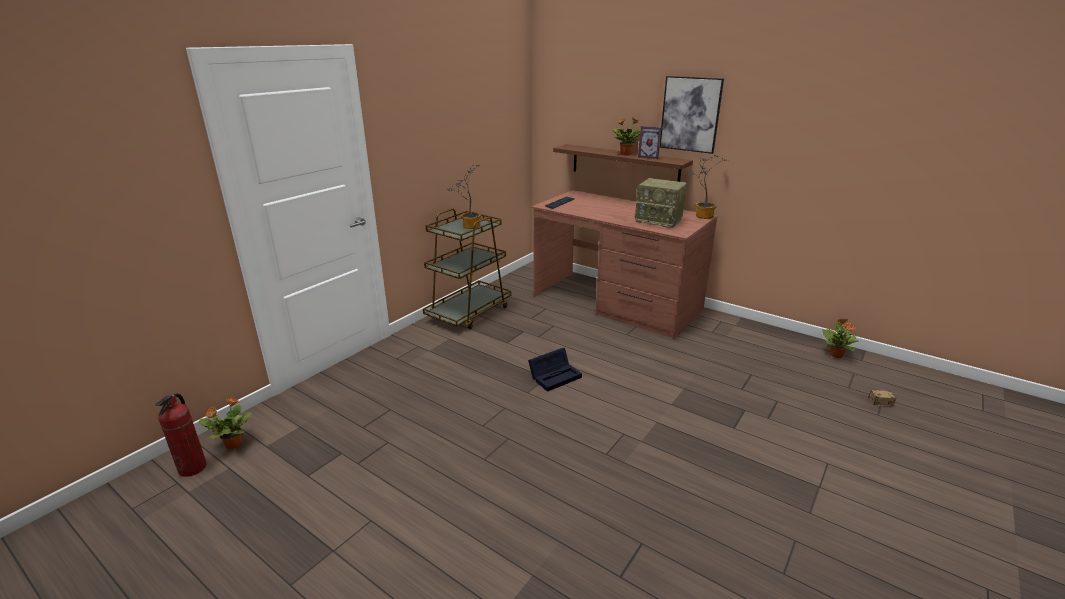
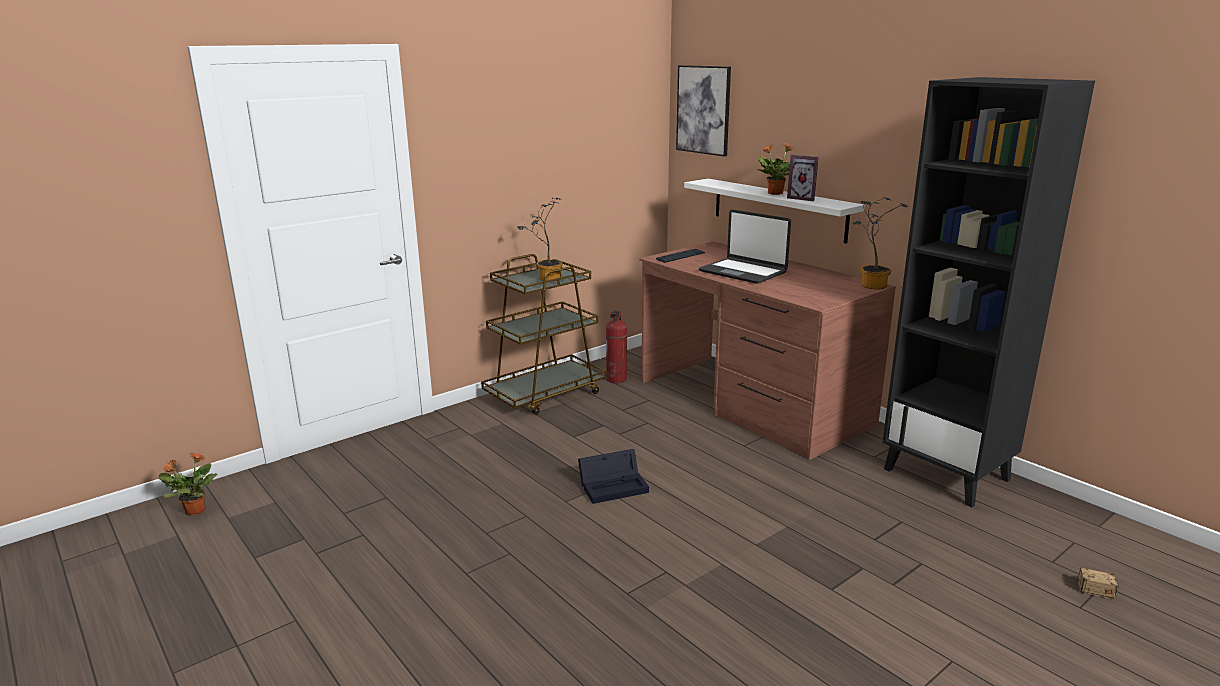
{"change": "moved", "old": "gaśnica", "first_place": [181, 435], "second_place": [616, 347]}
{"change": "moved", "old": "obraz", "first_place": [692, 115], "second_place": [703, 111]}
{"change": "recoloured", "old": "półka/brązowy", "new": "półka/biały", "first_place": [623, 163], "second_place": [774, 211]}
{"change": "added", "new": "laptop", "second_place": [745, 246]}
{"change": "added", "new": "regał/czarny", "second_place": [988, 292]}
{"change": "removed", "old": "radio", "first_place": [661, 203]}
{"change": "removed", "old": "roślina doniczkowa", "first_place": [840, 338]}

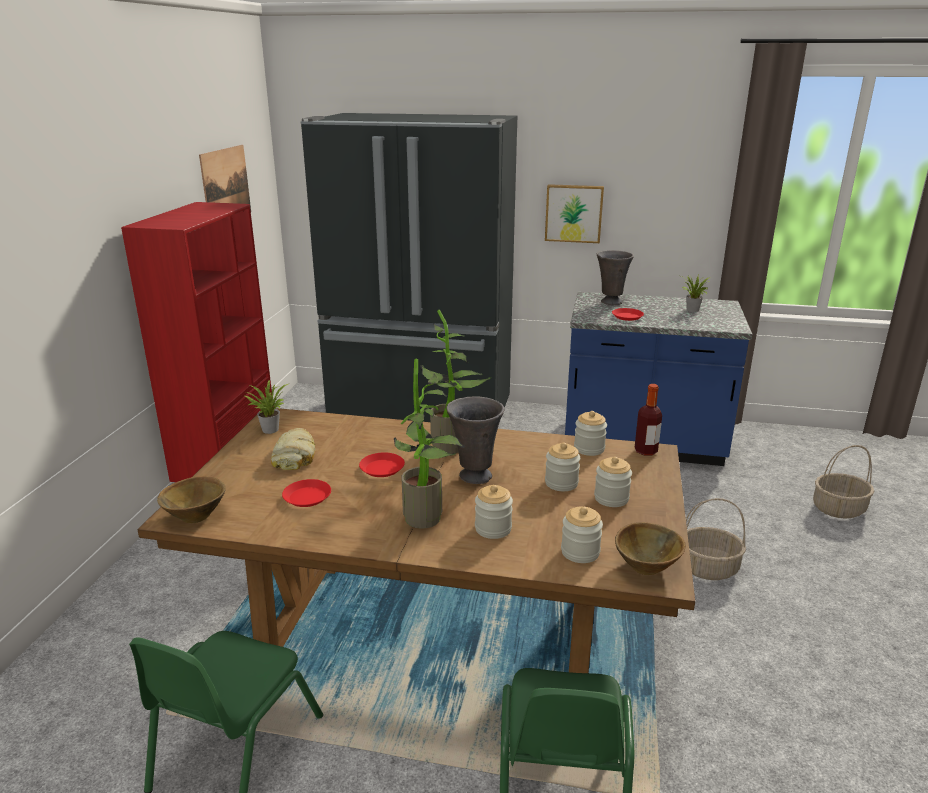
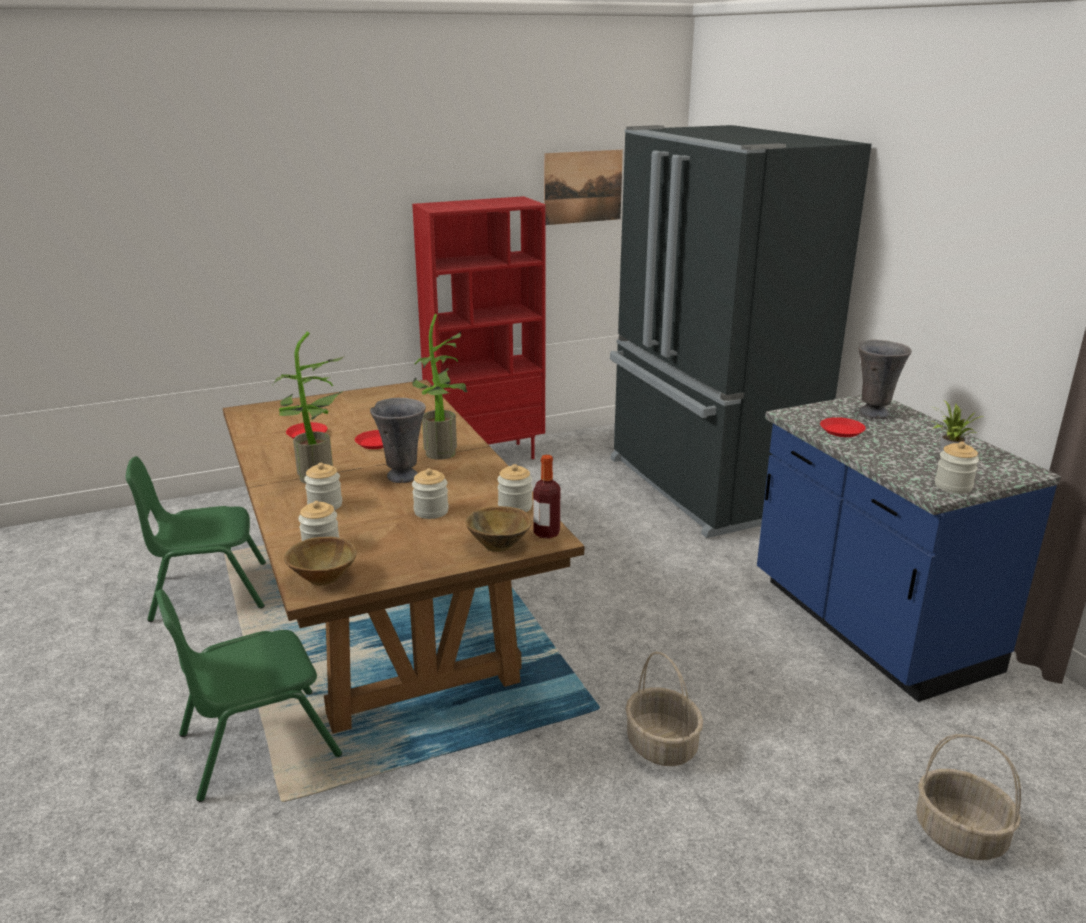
{"change": "moved", "old": "miska/brązowy", "first_place": [191, 499], "second_place": [499, 529]}
{"change": "moved", "old": "słoik", "first_place": [613, 482], "second_place": [957, 467]}
{"change": "removed", "old": "roślina doniczkowa", "first_place": [265, 407]}
{"change": "removed", "old": "chleb", "first_place": [293, 449]}
{"change": "removed", "old": "obraz", "first_place": [574, 213]}

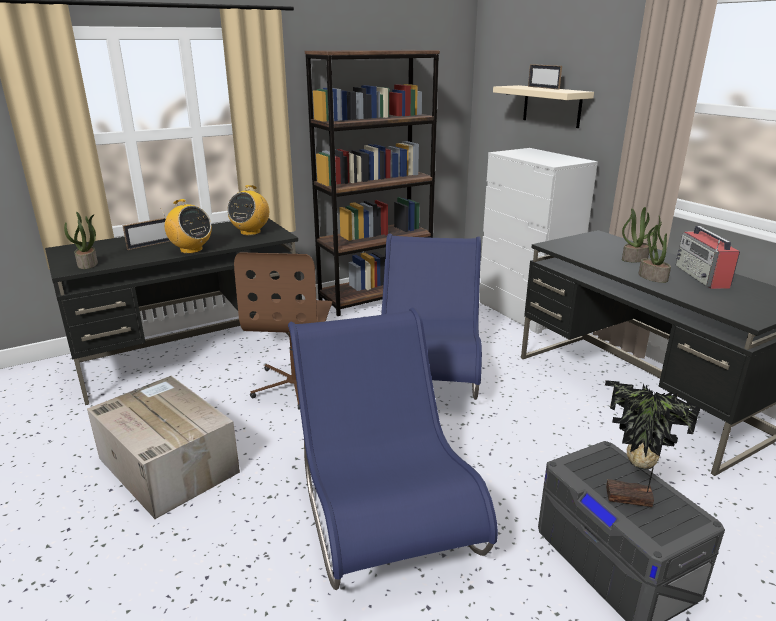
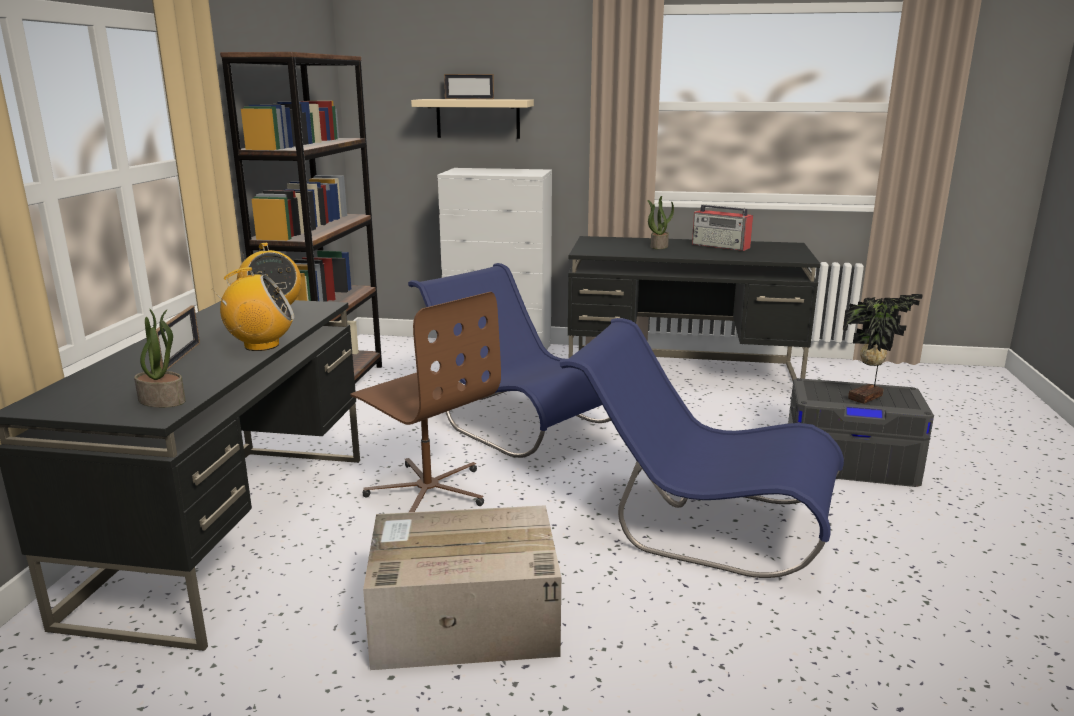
{"change": "removed", "old": "roślina doniczkowa", "first_place": [654, 252]}

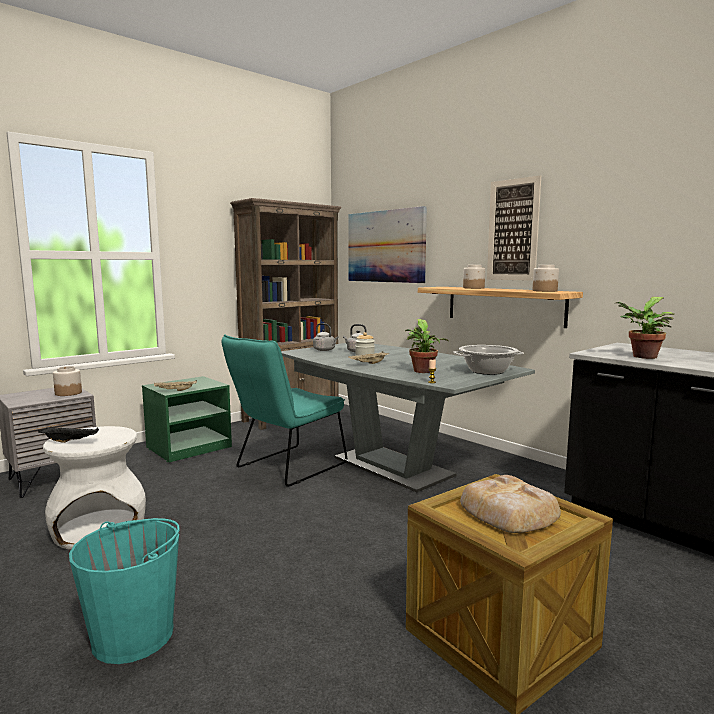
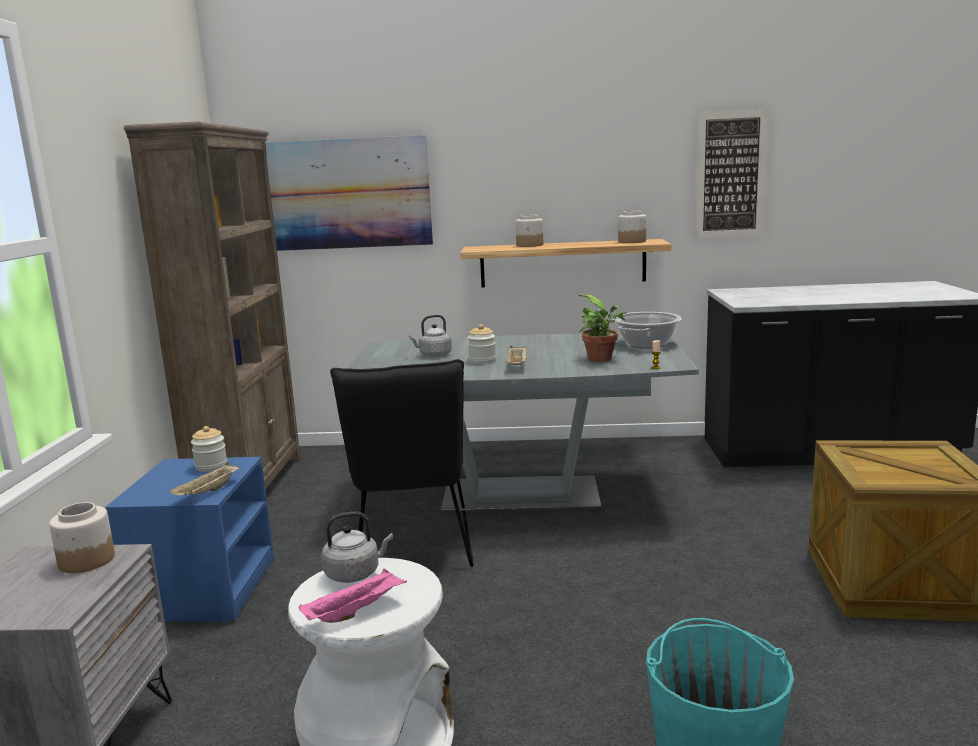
{"change": "recoloured", "old": "szafka nocna/zielony", "new": "szafka nocna/niebieski", "first_place": [187, 419], "second_place": [189, 540]}
{"change": "added", "new": "słoik", "second_place": [209, 449]}
{"change": "recoloured", "old": "taca/czarny", "new": "taca/różowy", "first_place": [68, 435], "second_place": [353, 596]}
{"change": "moved", "old": "czajnik/szary", "first_place": [326, 337], "second_place": [357, 547]}
{"change": "recoloured", "old": "krzesło/turkusowy", "new": "krzesło/czarny", "first_place": [285, 411], "second_place": [402, 463]}
{"change": "moved", "old": "obraz", "first_place": [514, 228], "second_place": [732, 174]}
{"change": "removed", "old": "chleb", "first_place": [510, 504]}
{"change": "removed", "old": "roślina doniczkowa", "first_place": [645, 328]}

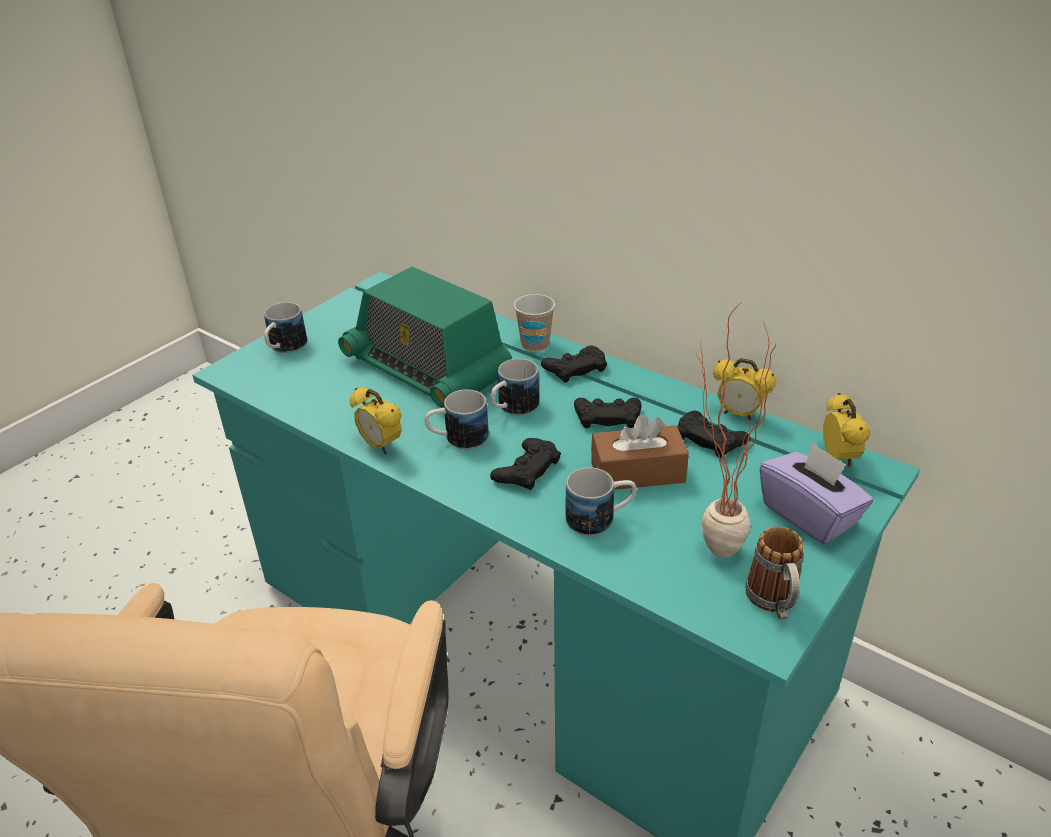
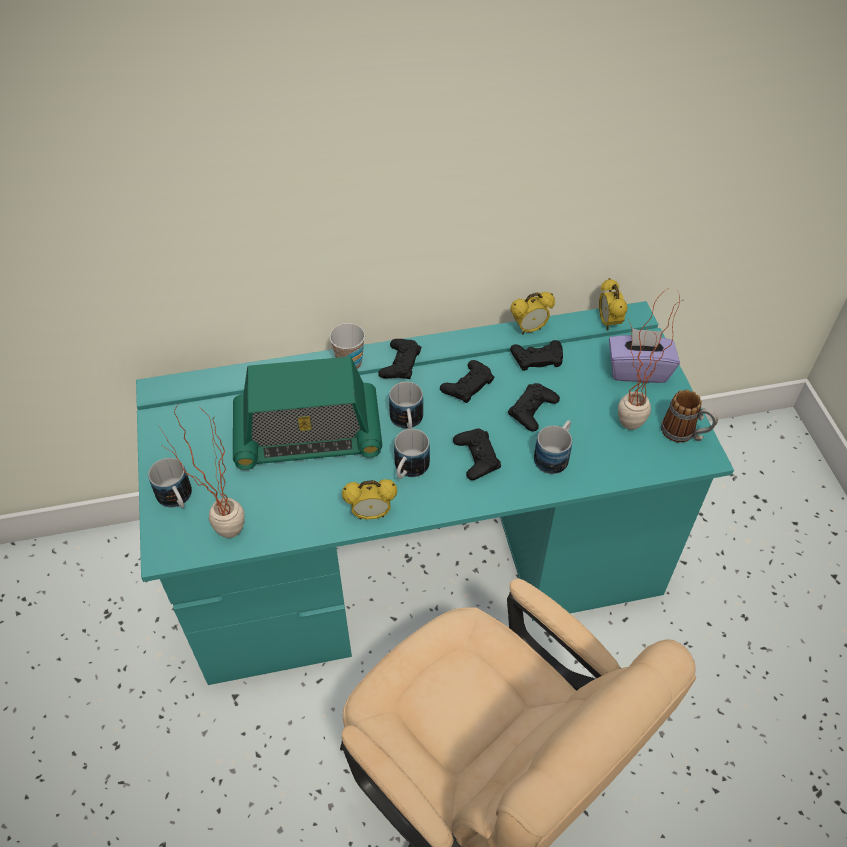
{"change": "added", "new": "roślina doniczkowa", "second_place": [202, 470]}
{"change": "replaced", "old": "pudełko chusteczek/brązowy", "new": "pad do gier/czarny", "first_place": [640, 452], "second_place": [534, 407]}
{"change": "turned", "old": "budzik", "first_place": [846, 430], "second_place": [613, 304], "degrees": -135}

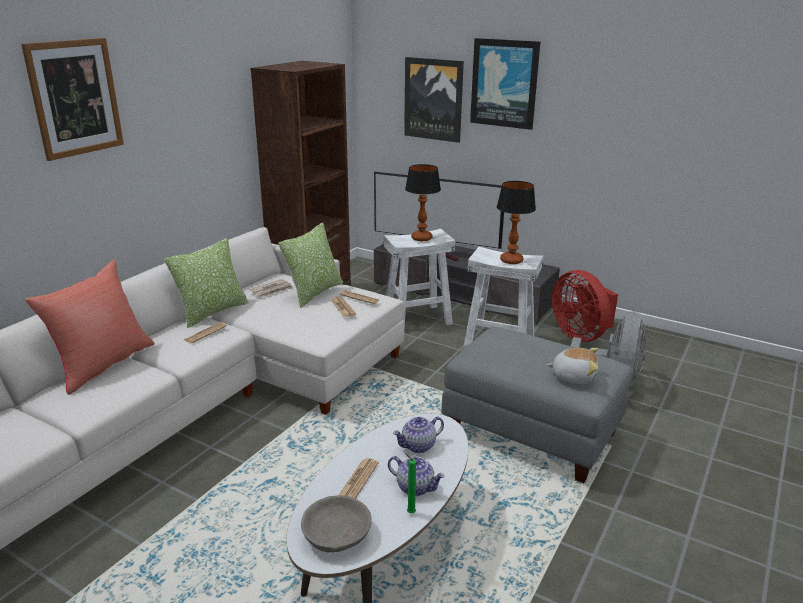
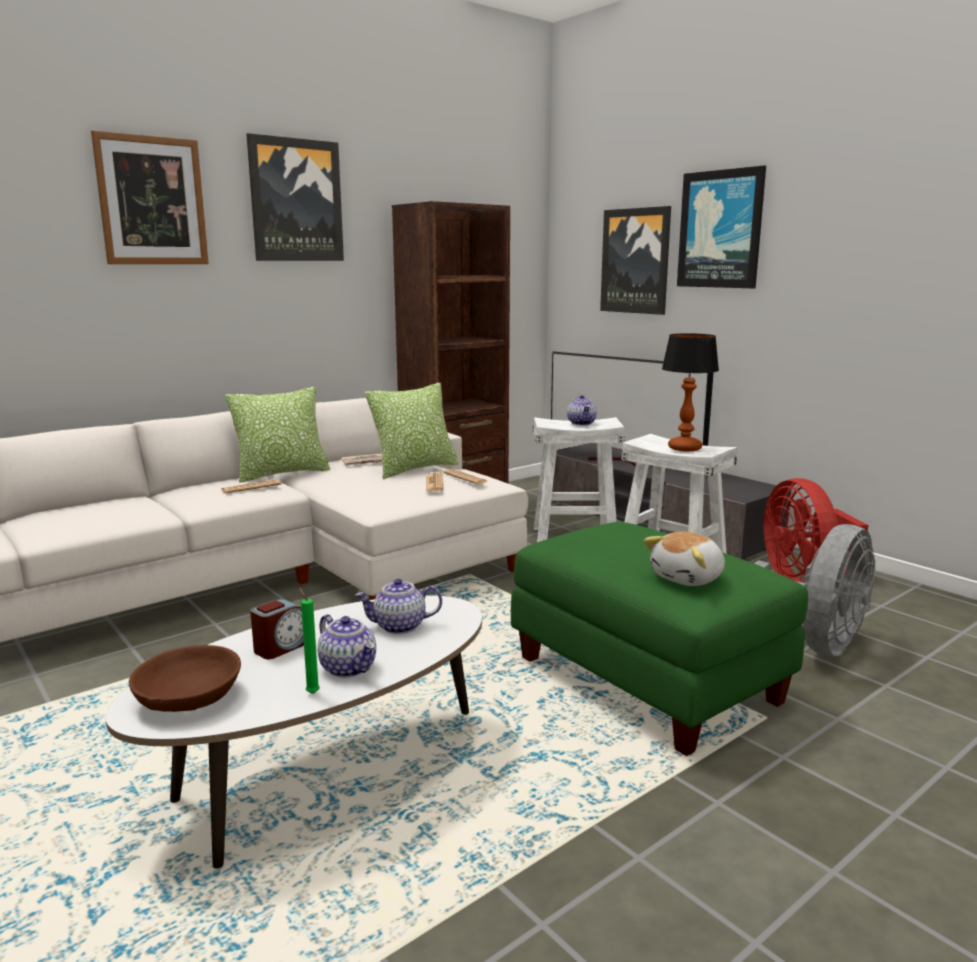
{"change": "recoloured", "old": "miska/szary", "new": "miska/brązowy", "first_place": [336, 523], "second_place": [185, 678]}
{"change": "added", "new": "obraz", "second_place": [295, 197]}
{"change": "replaced", "old": "gazeta", "new": "budzik", "first_place": [359, 478], "second_place": [277, 629]}
{"change": "recoloured", "old": "pufa/szary", "new": "pufa/zielony", "first_place": [537, 405], "second_place": [659, 639]}
{"change": "replaced", "old": "lampa stołowa", "new": "imbryk", "first_place": [423, 202], "second_place": [582, 410]}
{"change": "turned", "old": "pluszak", "first_place": [572, 366], "second_place": [684, 559], "degrees": 105}
{"change": "removed", "old": "poduszka/czerwony", "first_place": [90, 327]}

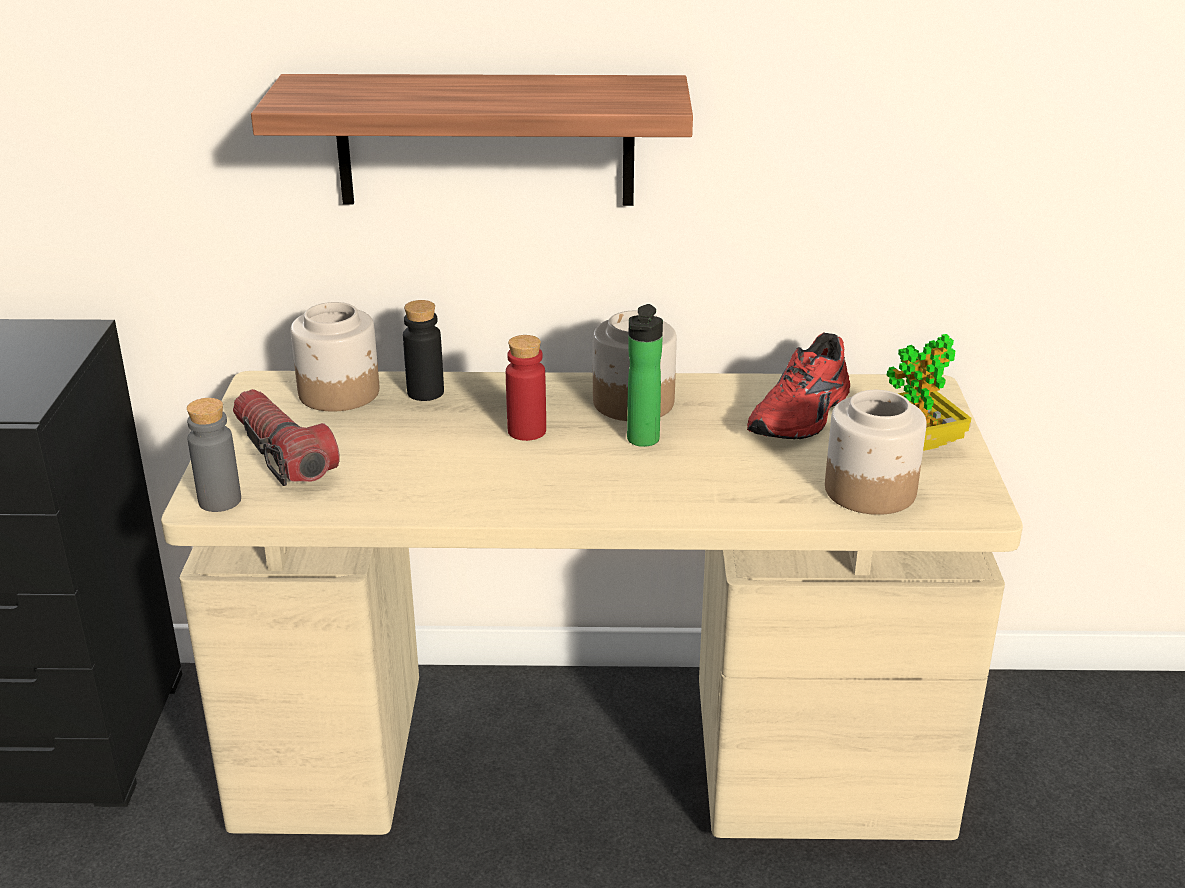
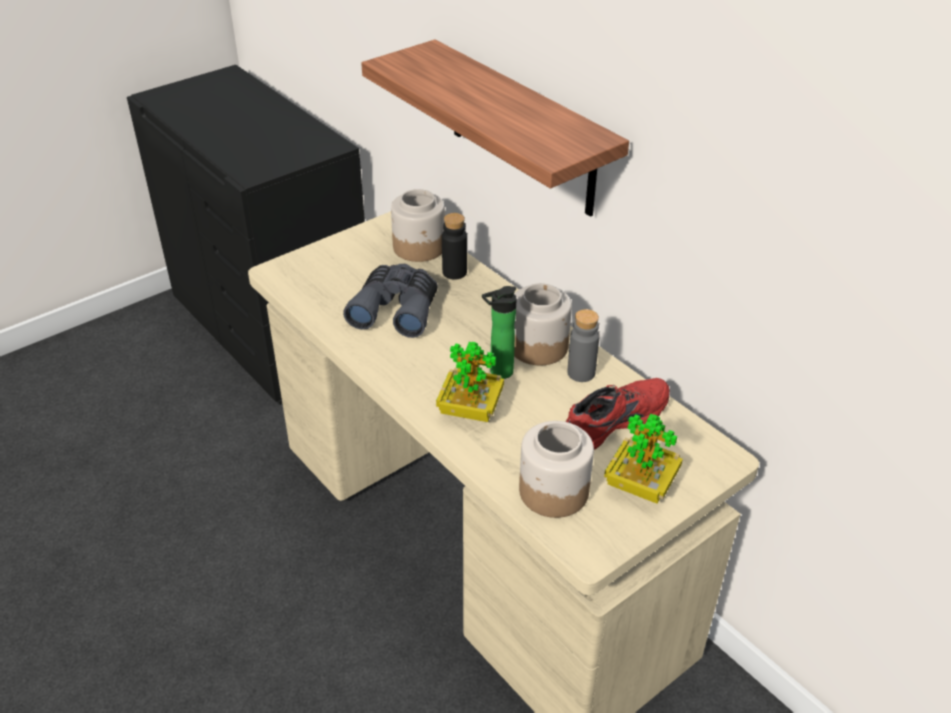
{"change": "added", "new": "lornetka/szary", "second_place": [390, 300]}
{"change": "added", "new": "roślina doniczkowa", "second_place": [470, 382]}
{"change": "turned", "old": "but/czerwony", "first_place": [798, 386], "second_place": [617, 414], "degrees": 150}
{"change": "moved", "old": "butelka/szary", "first_place": [214, 455], "second_place": [583, 345]}
{"change": "removed", "old": "latarka", "first_place": [286, 437]}
{"change": "removed", "old": "butelka/czerwony", "first_place": [526, 388]}

